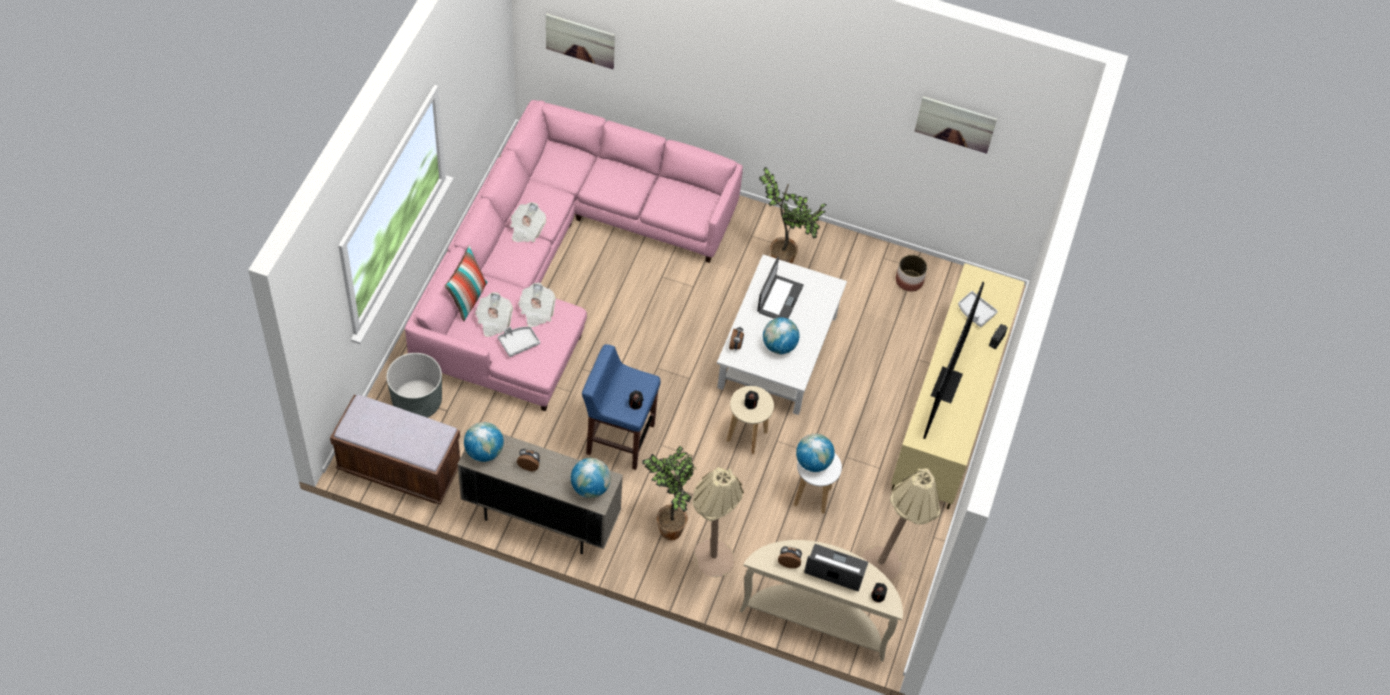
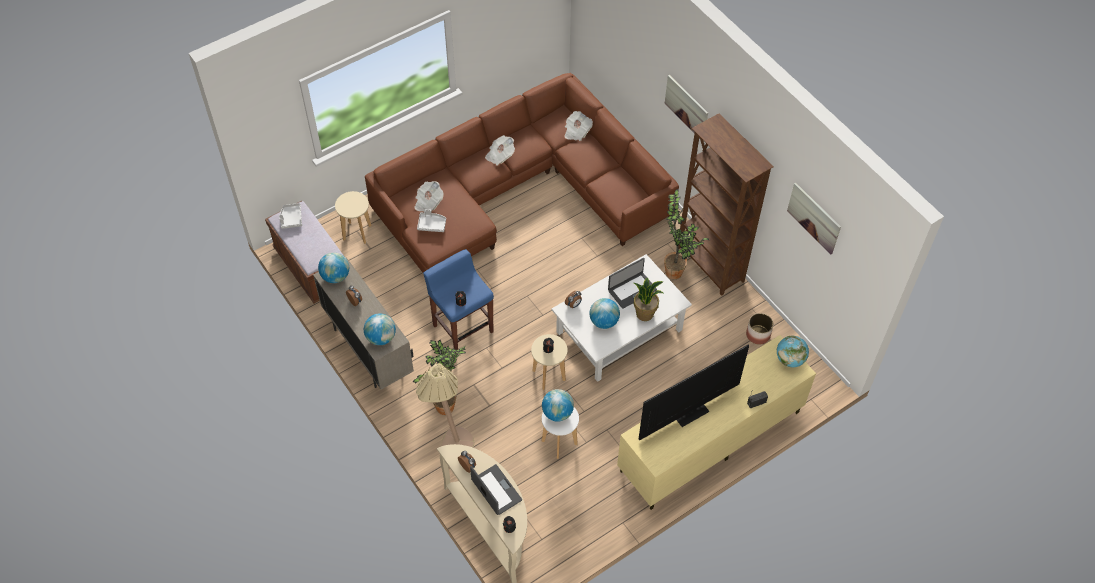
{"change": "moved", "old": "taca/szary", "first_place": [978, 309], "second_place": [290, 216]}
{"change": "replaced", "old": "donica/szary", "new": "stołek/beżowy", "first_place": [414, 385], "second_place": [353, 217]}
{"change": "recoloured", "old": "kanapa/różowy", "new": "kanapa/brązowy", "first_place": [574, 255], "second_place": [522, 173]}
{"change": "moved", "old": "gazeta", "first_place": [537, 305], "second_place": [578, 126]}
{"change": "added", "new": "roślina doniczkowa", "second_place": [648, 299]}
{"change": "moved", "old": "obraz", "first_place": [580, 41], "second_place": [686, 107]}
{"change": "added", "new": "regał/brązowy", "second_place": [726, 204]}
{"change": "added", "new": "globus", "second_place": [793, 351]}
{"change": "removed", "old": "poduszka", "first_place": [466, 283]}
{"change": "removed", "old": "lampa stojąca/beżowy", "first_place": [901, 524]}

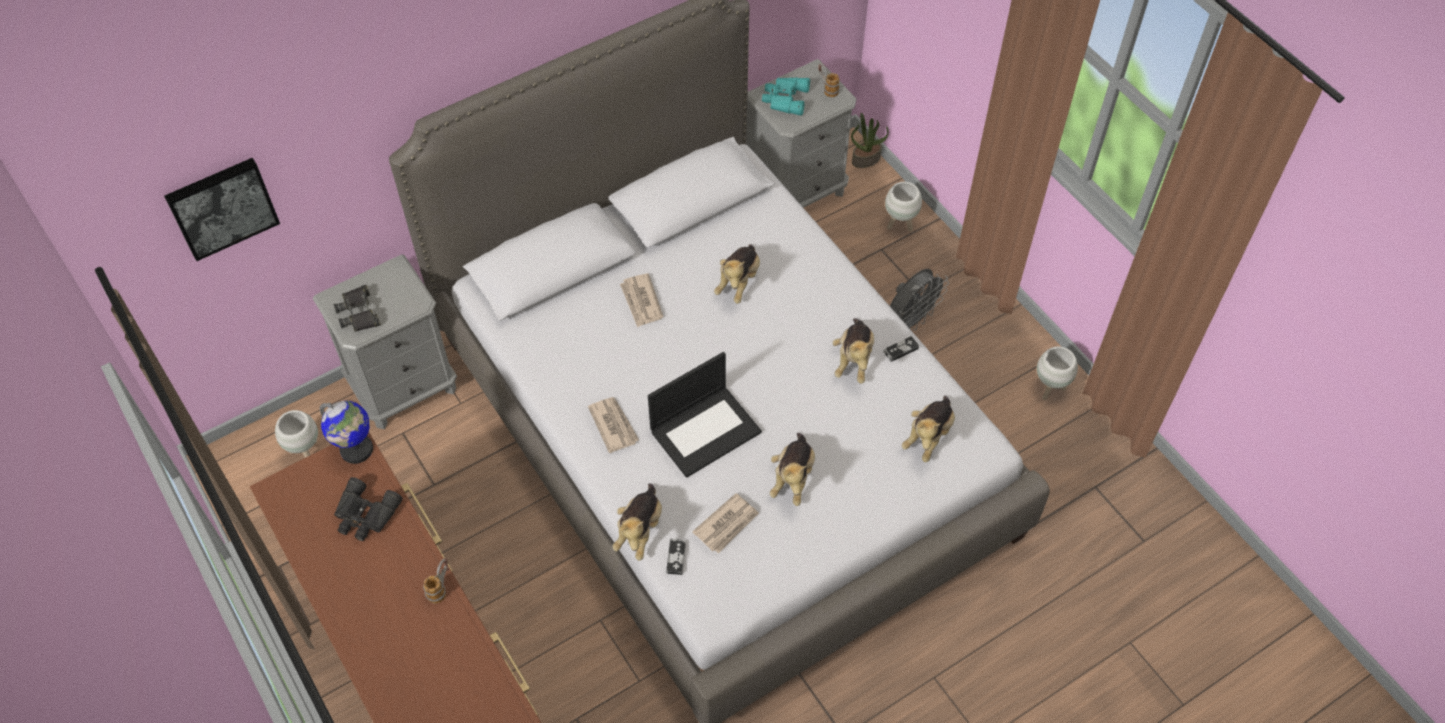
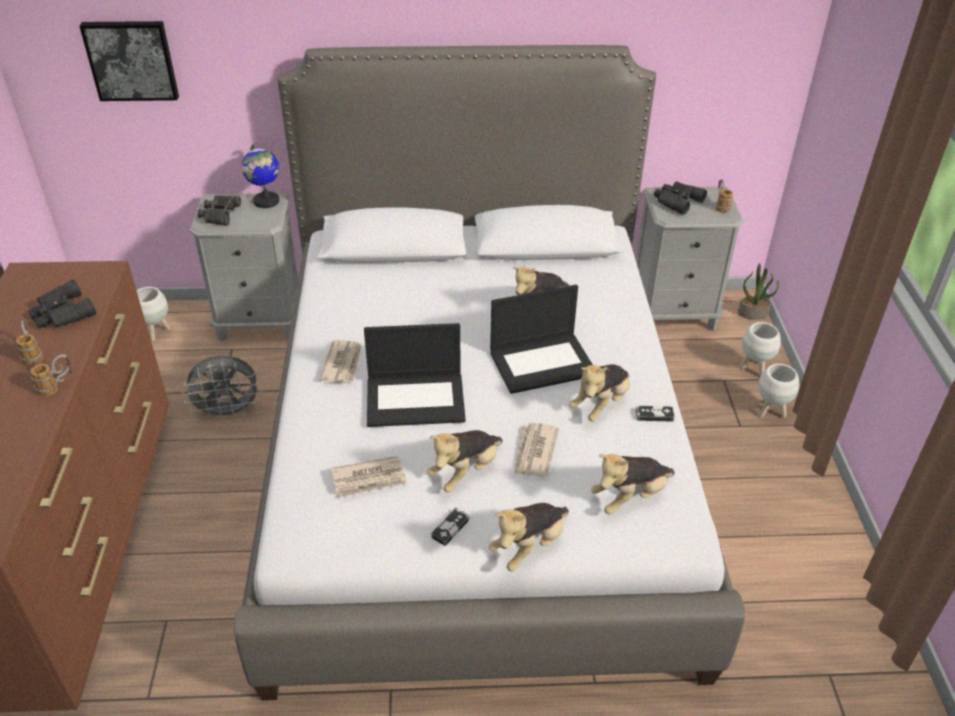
{"change": "added", "new": "kubek", "second_place": [29, 343]}
{"change": "moved", "old": "wentylator/szary", "first_place": [919, 300], "second_place": [222, 388]}
{"change": "moved", "old": "globus", "first_place": [346, 432], "second_place": [260, 175]}
{"change": "moved", "old": "pad do gier", "first_place": [676, 557], "second_place": [450, 527]}
{"change": "moved", "old": "pluszak", "first_place": [637, 522], "second_place": [529, 537]}
{"change": "added", "new": "laptop", "second_place": [541, 339]}
{"change": "moved", "old": "gazeta", "first_place": [642, 300], "second_place": [536, 450]}
{"change": "recoloured", "old": "lornetka/turkusowy", "new": "lornetka/czarny", "first_place": [786, 96], "second_place": [680, 198]}
{"change": "moved", "old": "donica/biały", "first_place": [1057, 373], "second_place": [778, 391]}

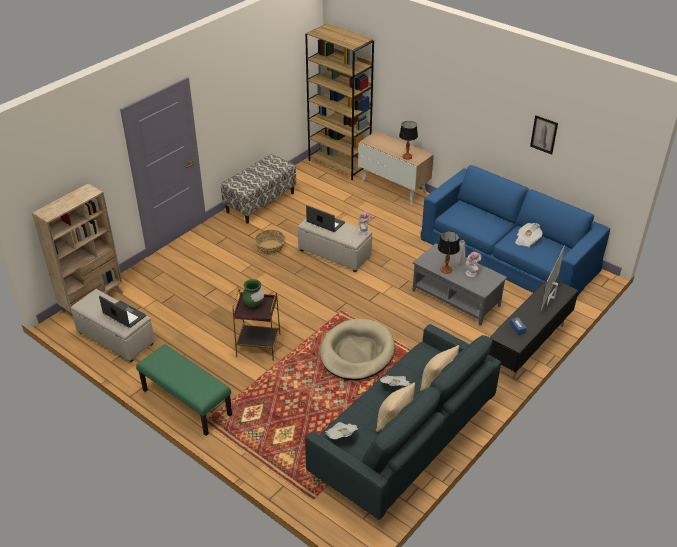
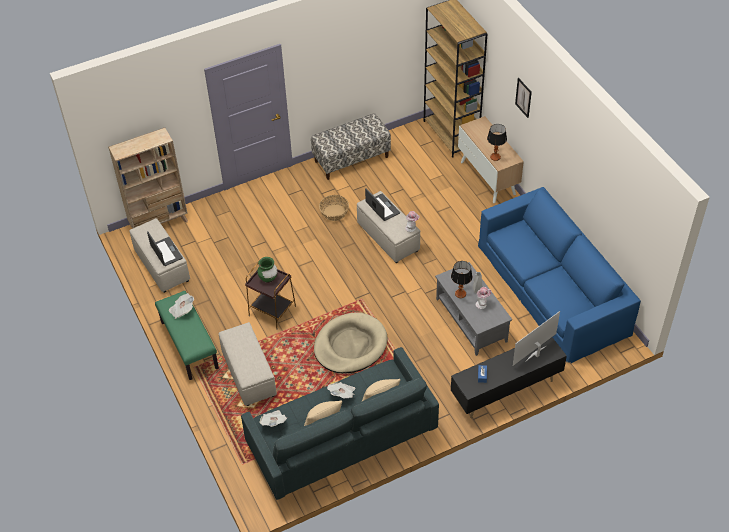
{"change": "moved", "old": "gazeta", "first_place": [529, 235], "second_place": [181, 306]}
{"change": "added", "new": "pufa/beżowy", "second_place": [248, 364]}
{"change": "moved", "old": "obraz", "first_place": [544, 135], "second_place": [523, 98]}

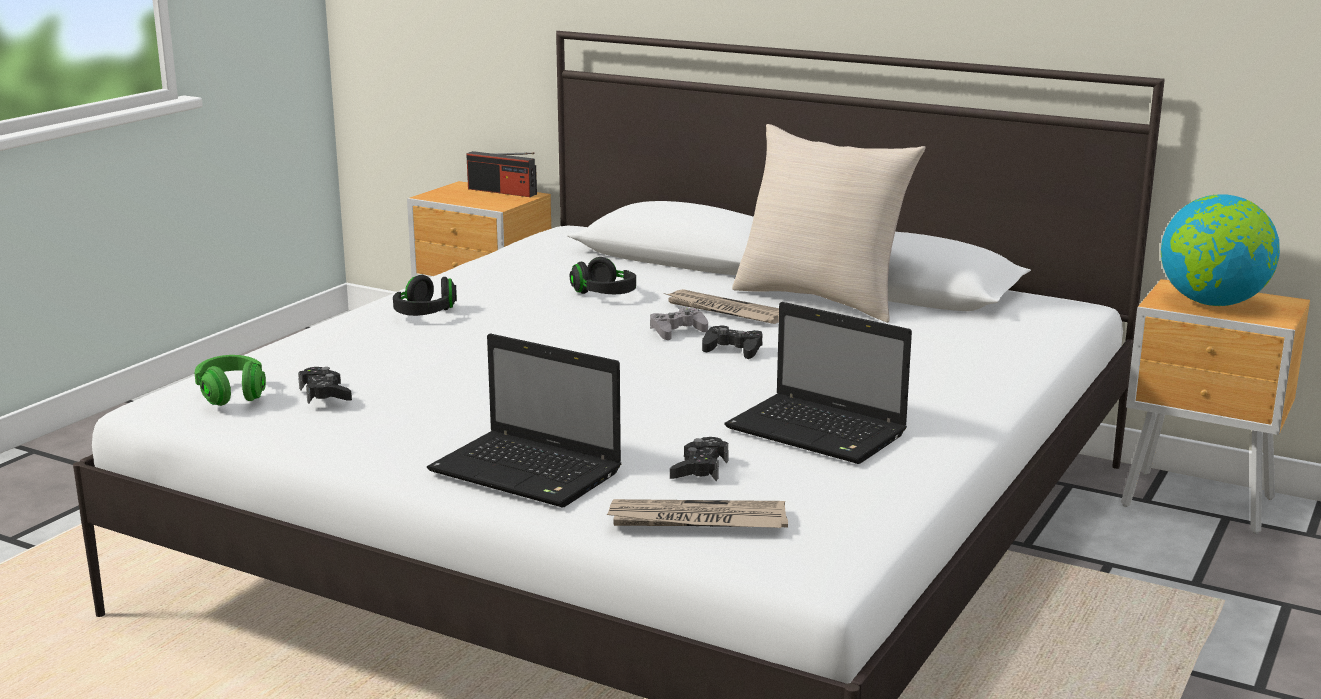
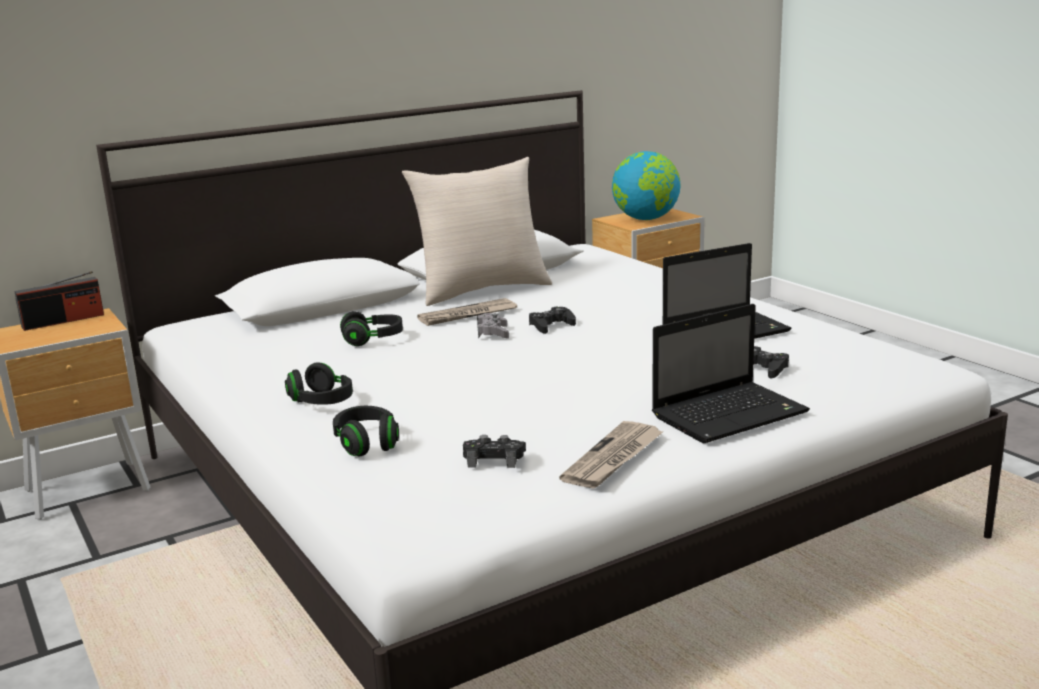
{"change": "added", "new": "słuchawki/czarny", "second_place": [366, 431]}
{"change": "moved", "old": "gazeta", "first_place": [697, 513], "second_place": [611, 455]}
{"change": "removed", "old": "słuchawki/zielony", "first_place": [230, 380]}

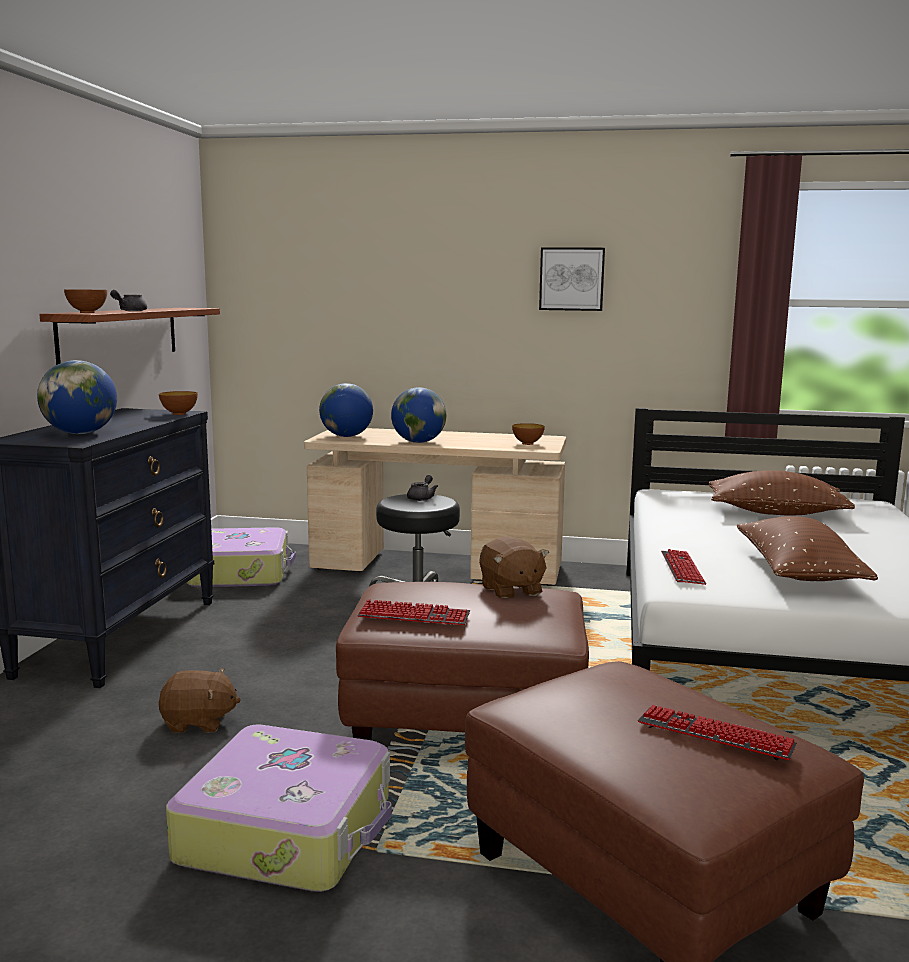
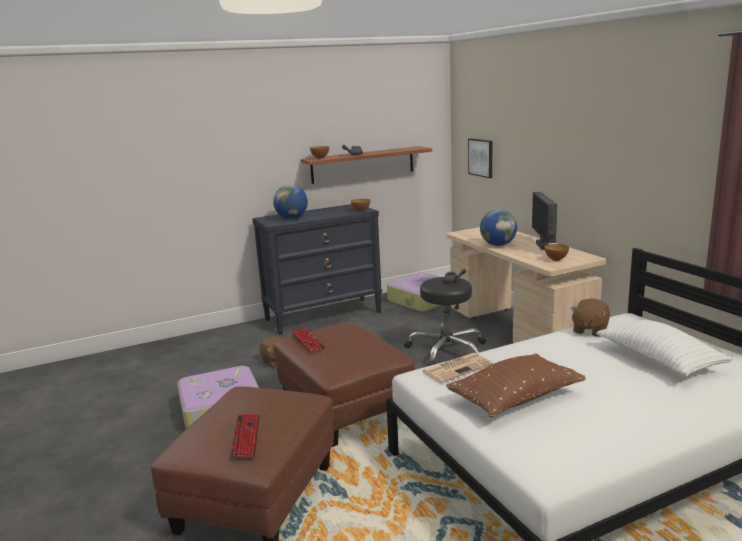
{"change": "replaced", "old": "klawiatura", "new": "gazeta", "first_place": [683, 567], "second_place": [457, 368]}
{"change": "moved", "old": "obraz", "first_place": [572, 279], "second_place": [480, 158]}
{"change": "added", "new": "monitor", "second_place": [544, 221]}
{"change": "moved", "old": "pluszak/brązowy", "first_place": [514, 567], "second_place": [590, 317]}
{"change": "recoloured", "old": "poduszka/brązowy", "new": "poduszka/biały", "first_place": [782, 492], "second_place": [664, 348]}
{"change": "removed", "old": "globus", "first_place": [346, 410]}

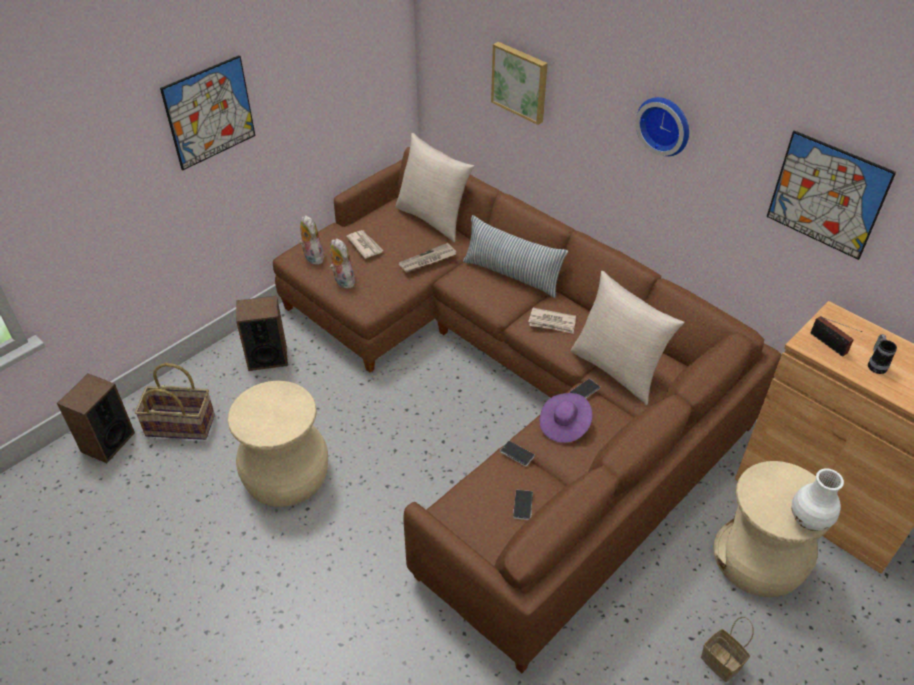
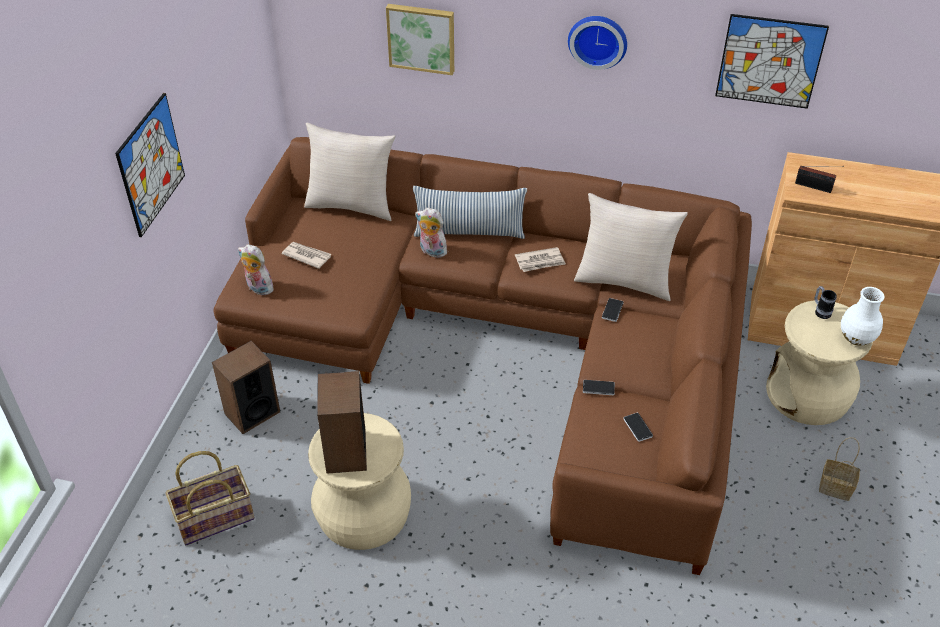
{"change": "moved", "old": "głośnik", "first_place": [96, 418], "second_place": [342, 422]}
{"change": "moved", "old": "pluszak", "first_place": [342, 263], "second_place": [431, 233]}
{"change": "moved", "old": "kubek", "first_place": [882, 354], "second_place": [825, 302]}
{"change": "removed", "old": "gazeta", "first_place": [427, 258]}
{"change": "removed", "old": "kapelusz/fioletowy", "first_place": [566, 418]}

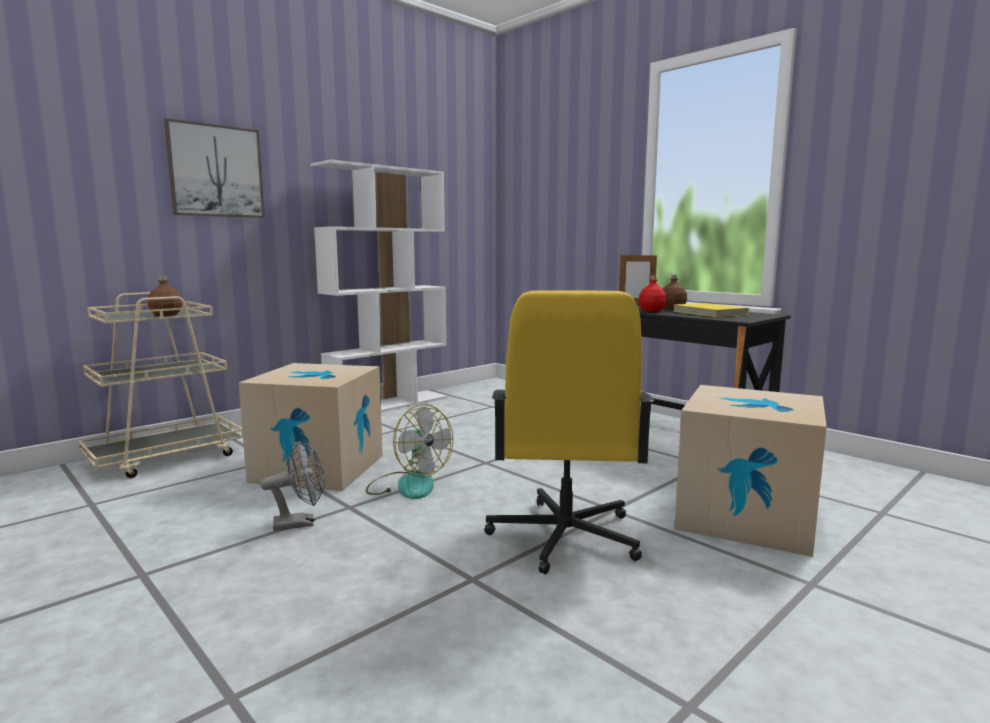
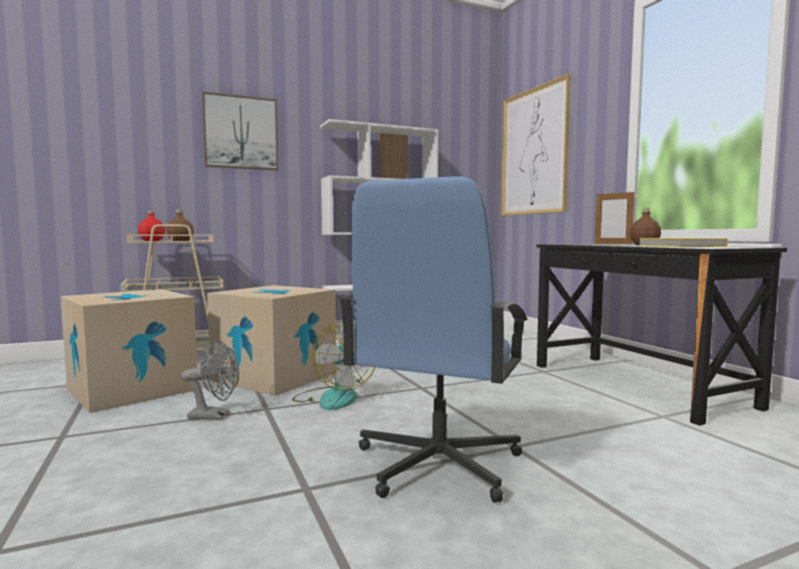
{"change": "moved", "old": "karton", "first_place": [750, 471], "second_place": [129, 351]}
{"change": "moved", "old": "butelka/czerwony", "first_place": [653, 294], "second_place": [151, 225]}
{"change": "recoloured", "old": "krzesło biurowe/żółty", "new": "krzesło biurowe/niebieski", "first_place": [569, 432], "second_place": [433, 339]}
{"change": "added", "new": "obraz", "second_place": [536, 145]}

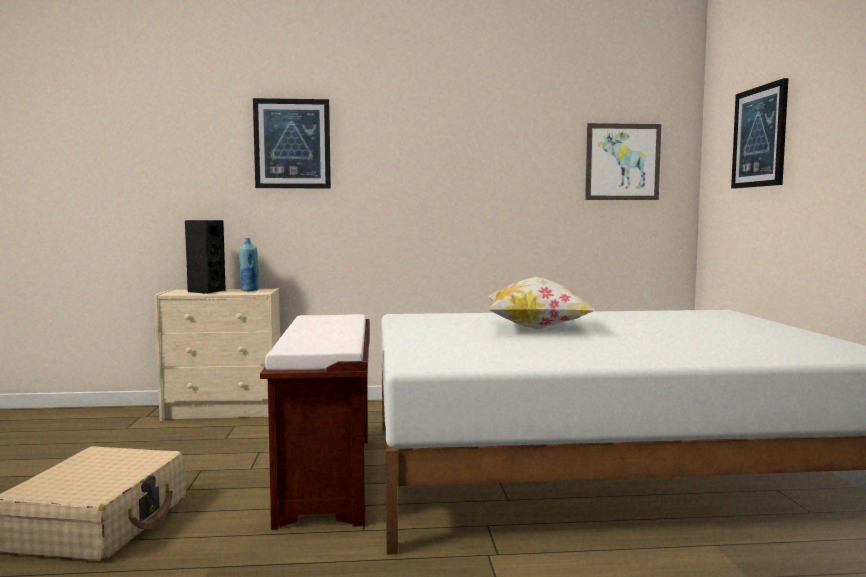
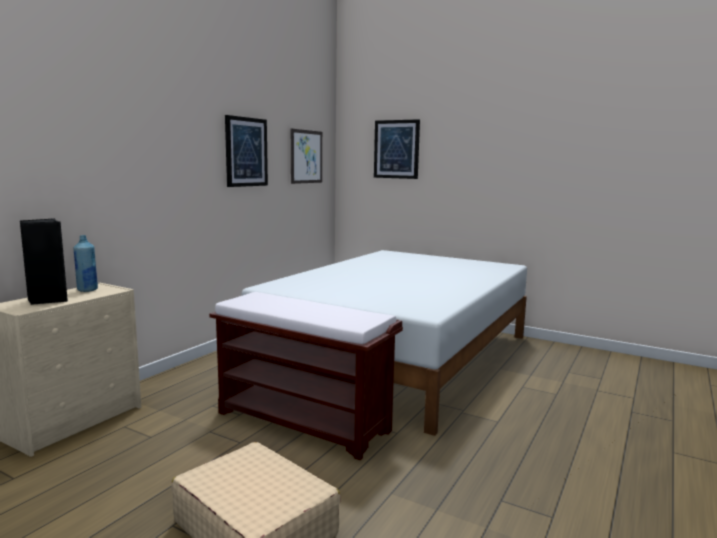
{"change": "moved", "old": "obraz", "first_place": [292, 143], "second_place": [246, 151]}
{"change": "removed", "old": "poduszka", "first_place": [542, 303]}

